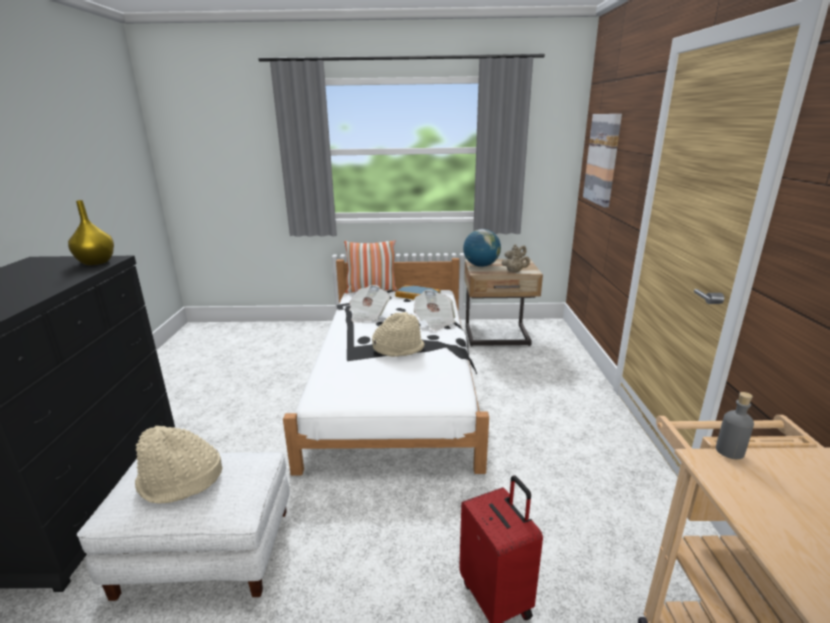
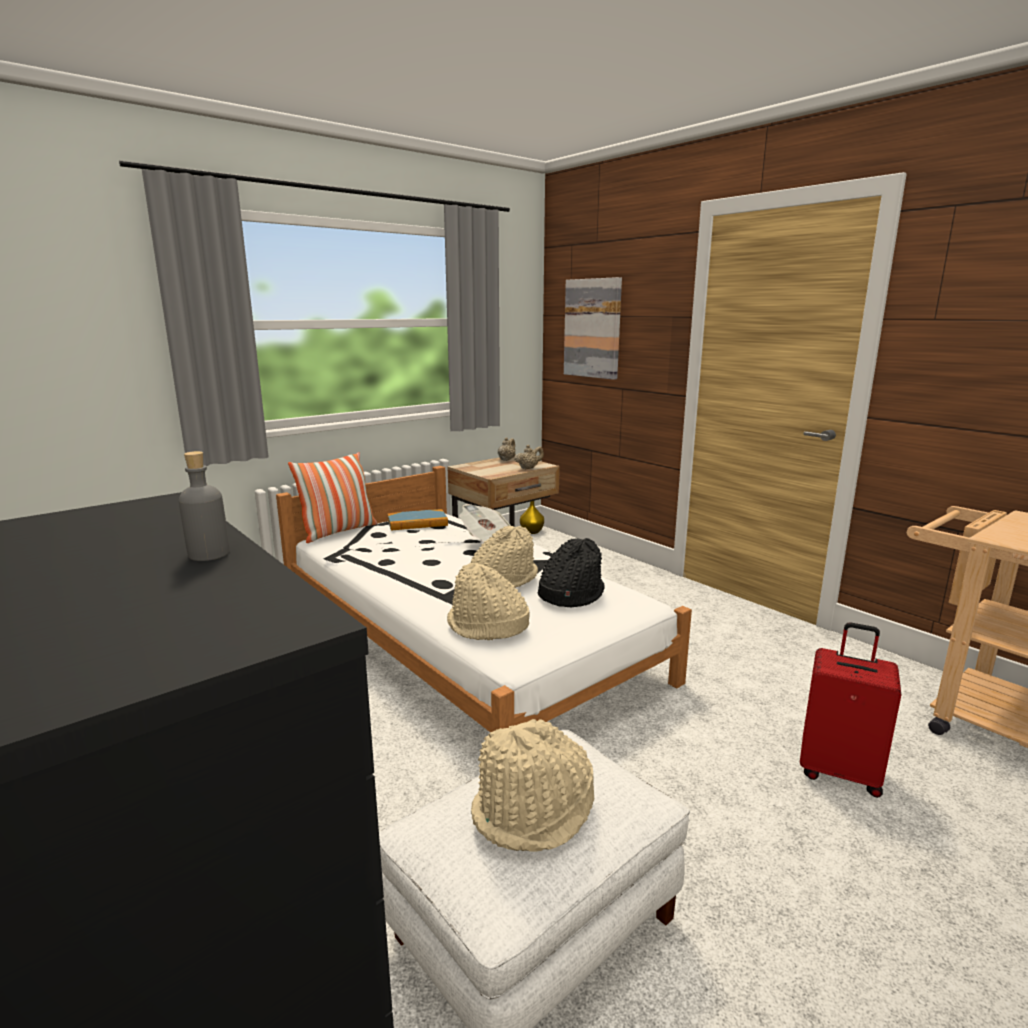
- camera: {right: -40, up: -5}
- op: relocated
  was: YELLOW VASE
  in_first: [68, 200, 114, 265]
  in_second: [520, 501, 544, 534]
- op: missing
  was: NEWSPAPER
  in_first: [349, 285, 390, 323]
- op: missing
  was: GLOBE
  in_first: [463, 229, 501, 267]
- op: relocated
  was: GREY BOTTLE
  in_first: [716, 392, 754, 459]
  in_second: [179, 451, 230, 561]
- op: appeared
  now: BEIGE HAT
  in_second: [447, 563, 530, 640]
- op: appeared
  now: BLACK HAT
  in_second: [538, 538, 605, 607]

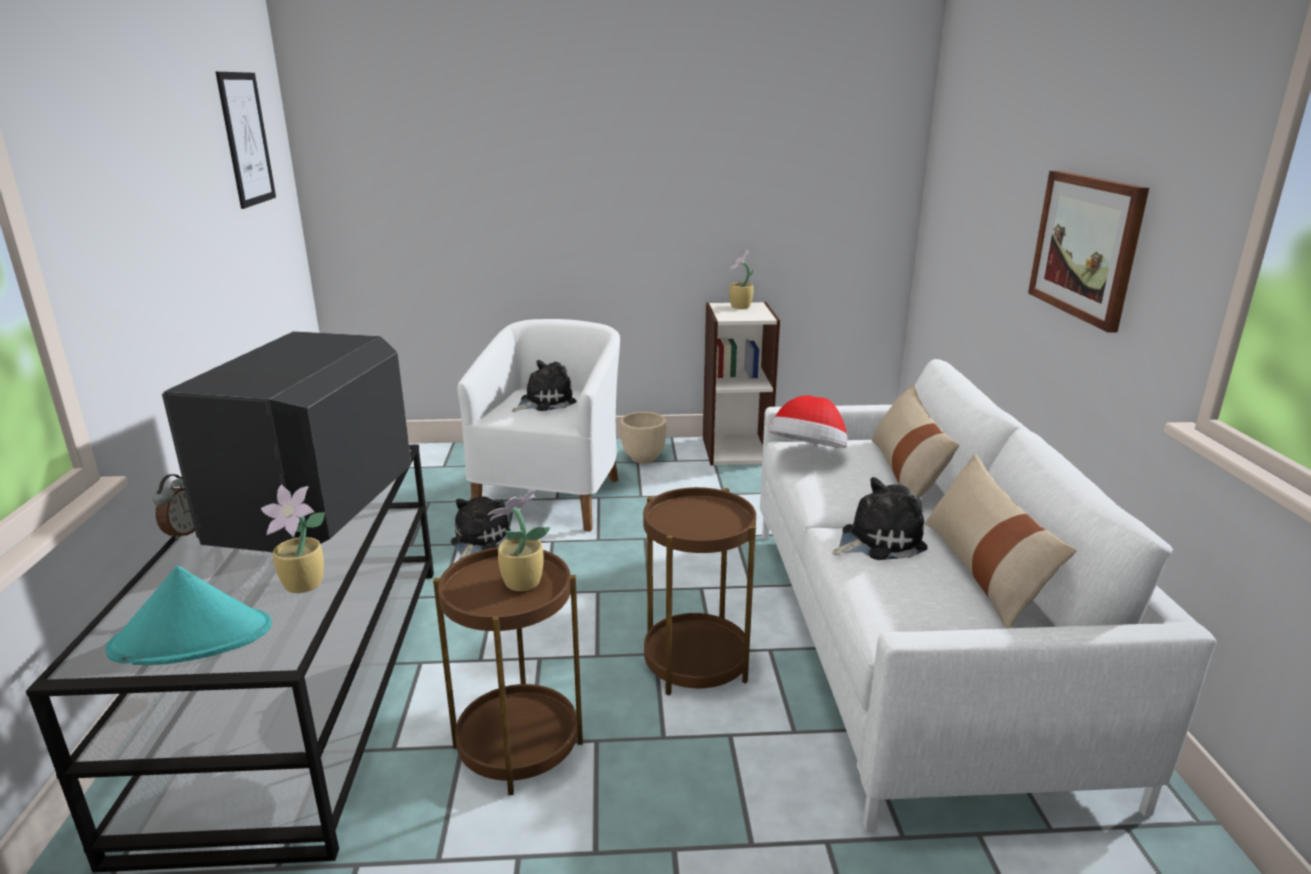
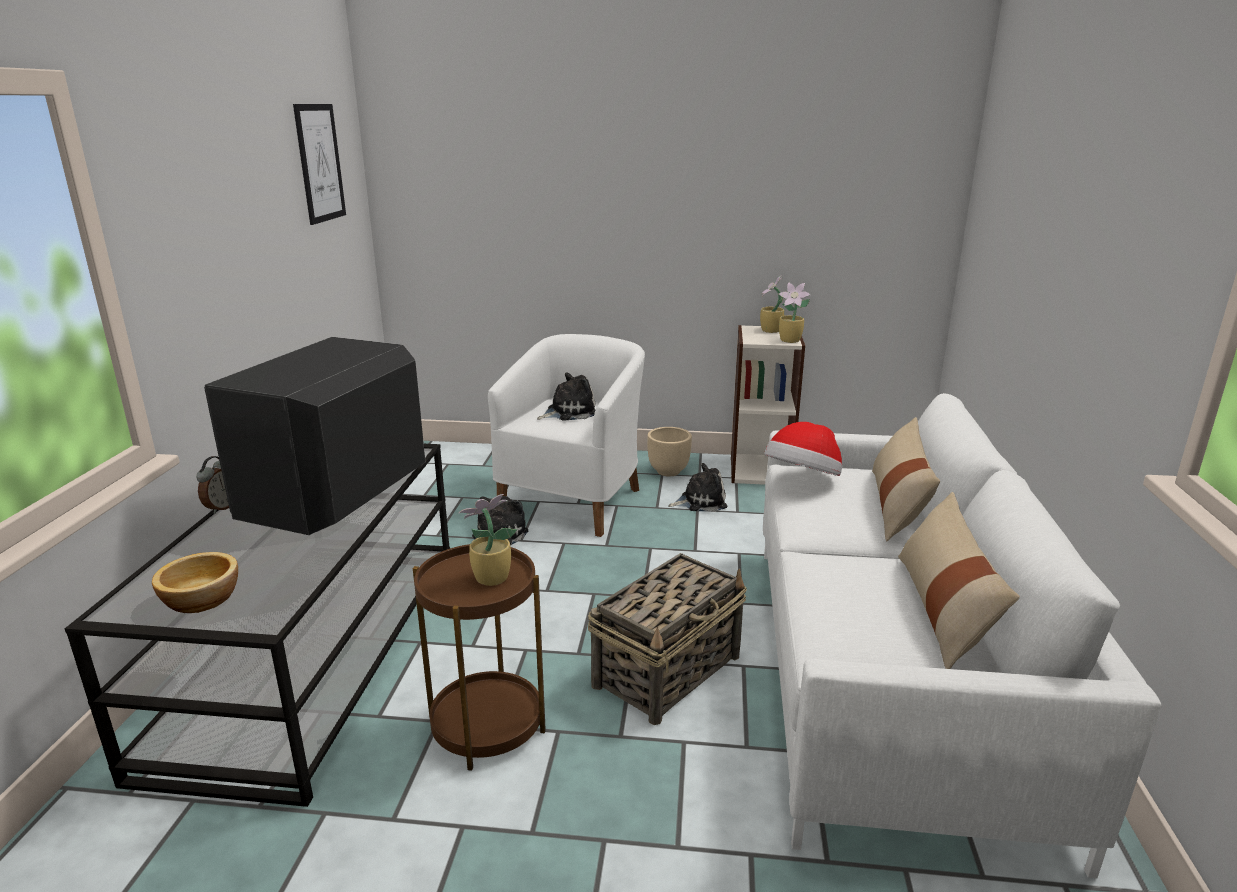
- camera: {right: 10, up: 0}
- op: exchanged
  was: TURQUOISE HAT
  now: BOWL
  in_first: [105, 566, 272, 665]
  in_second: [152, 552, 238, 613]
- op: relocated
  was: POTTED PLANT
  in_first: [261, 484, 325, 593]
  in_second: [779, 283, 811, 343]
- op: exchanged
  was: BROWN SIDE TABLE
  now: BASKET
  in_first: [643, 487, 756, 696]
  in_second: [588, 553, 747, 725]
- op: relocated
  was: PLUSH TOY
  in_first: [832, 477, 928, 560]
  in_second: [668, 463, 727, 512]
- op: missing
  was: PICTURE
  in_first: [1028, 171, 1149, 333]

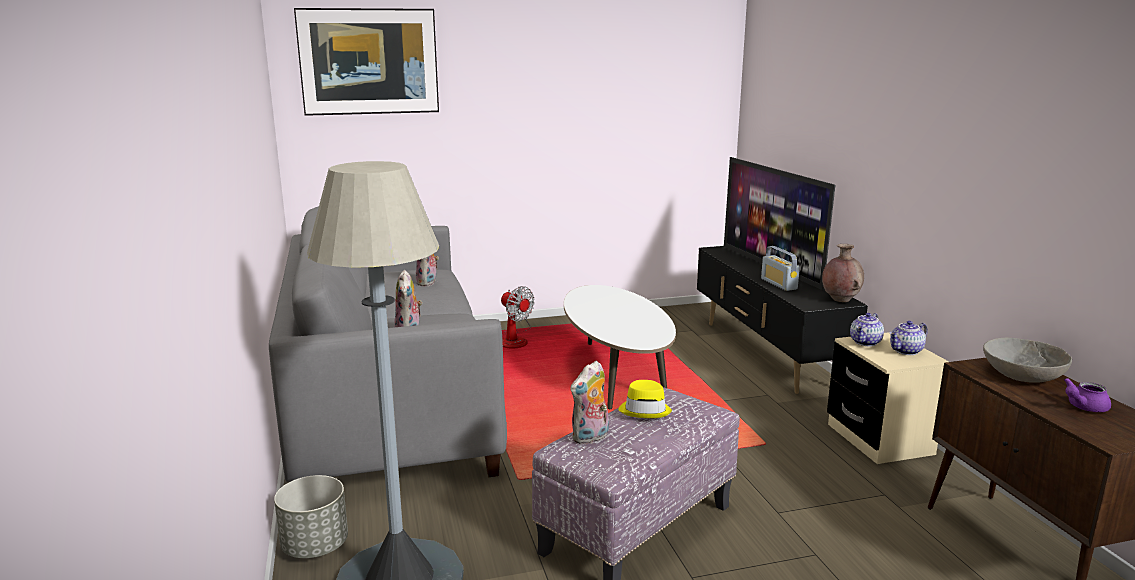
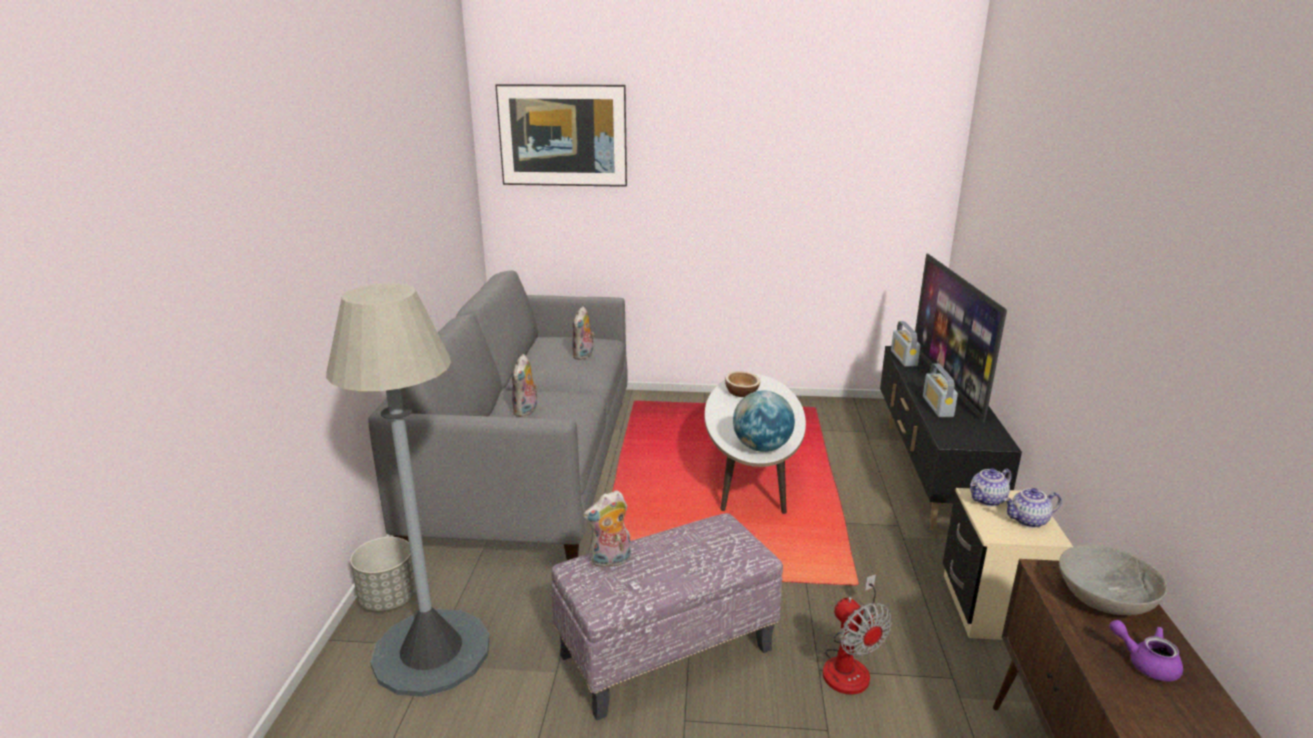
- camera: {right: 20, up: 5}
- op: relocated
  was: FAN
  in_first: [501, 286, 534, 349]
  in_second: [823, 574, 892, 695]
- op: missing
  was: YELLOW HAT
  in_first: [618, 380, 672, 418]
- op: missing
  was: BROWN VASE
  in_first: [822, 244, 864, 302]
- op: spun
  was: PURPLE TEAPOT
  in_first: [1064, 378, 1111, 412]
  in_second: [1109, 620, 1183, 682]
  clockwise: 45
- op: appeared
  now: BOWL
  in_second: [725, 371, 760, 397]
- op: appeared
  now: GLOBE
  in_second: [733, 390, 795, 452]
- op: appeared
  now: RADIO
  in_second: [891, 321, 921, 367]

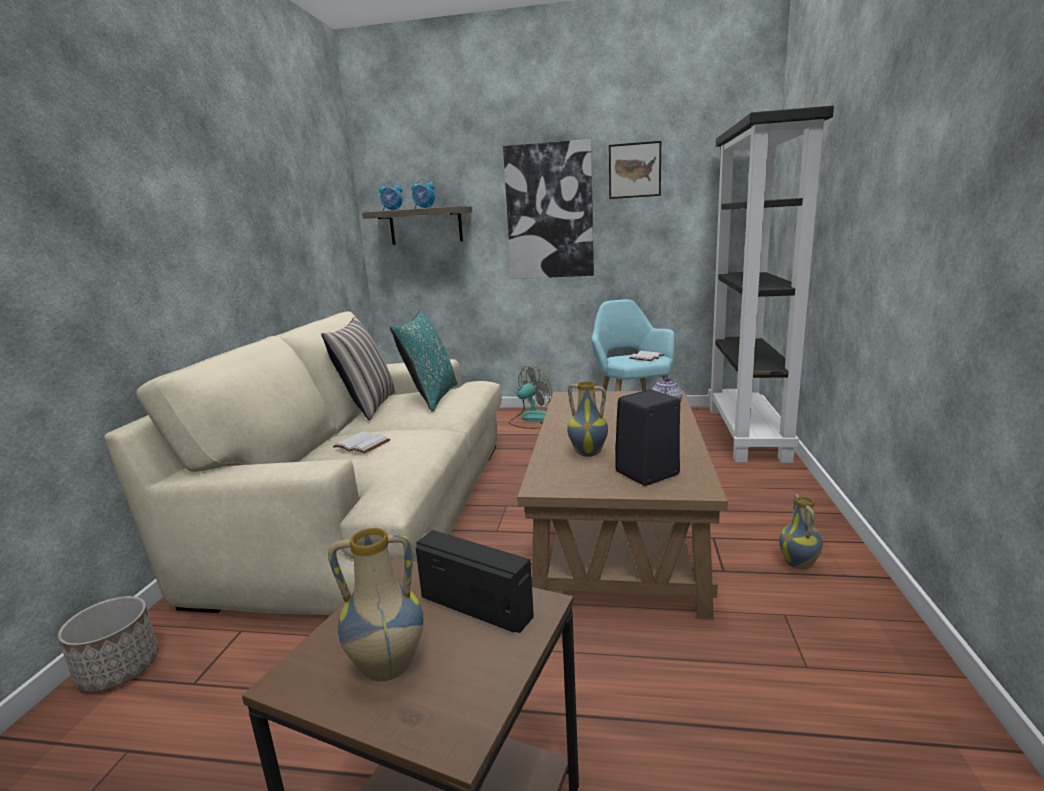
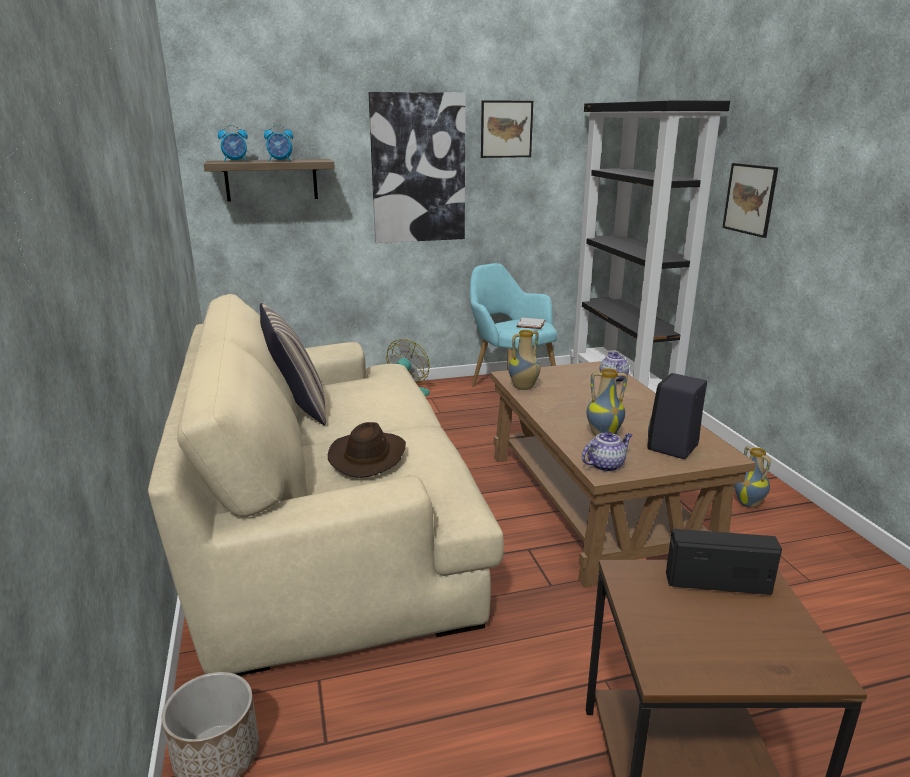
- camera: {right: -25, up: 5}
- op: relocated
  was: VASE
  in_first: [328, 528, 423, 682]
  in_second: [508, 330, 541, 390]
- op: exchanged
  was: WHITE BOOK
  now: BROWN HAT
  in_first: [333, 432, 390, 453]
  in_second: [328, 422, 406, 478]
- op: missing
  was: TURQUOISE PILLOW
  in_first: [390, 309, 458, 412]
- op: appeared
  now: TEAPOT
  in_second: [582, 431, 632, 472]
- op: appeared
  now: PICTURE
  in_second: [722, 163, 778, 238]

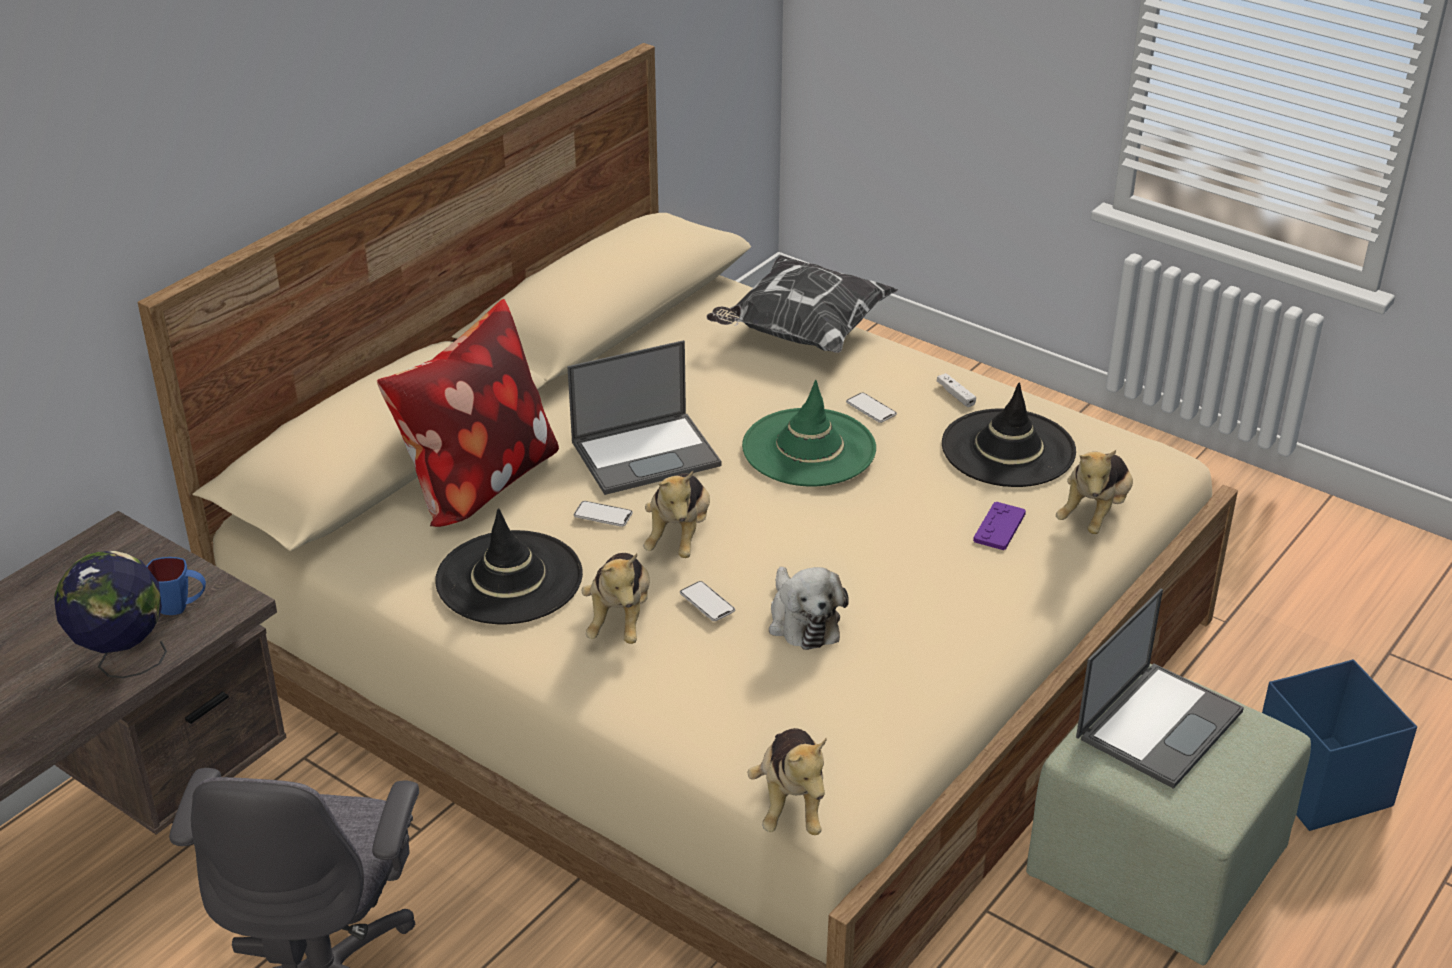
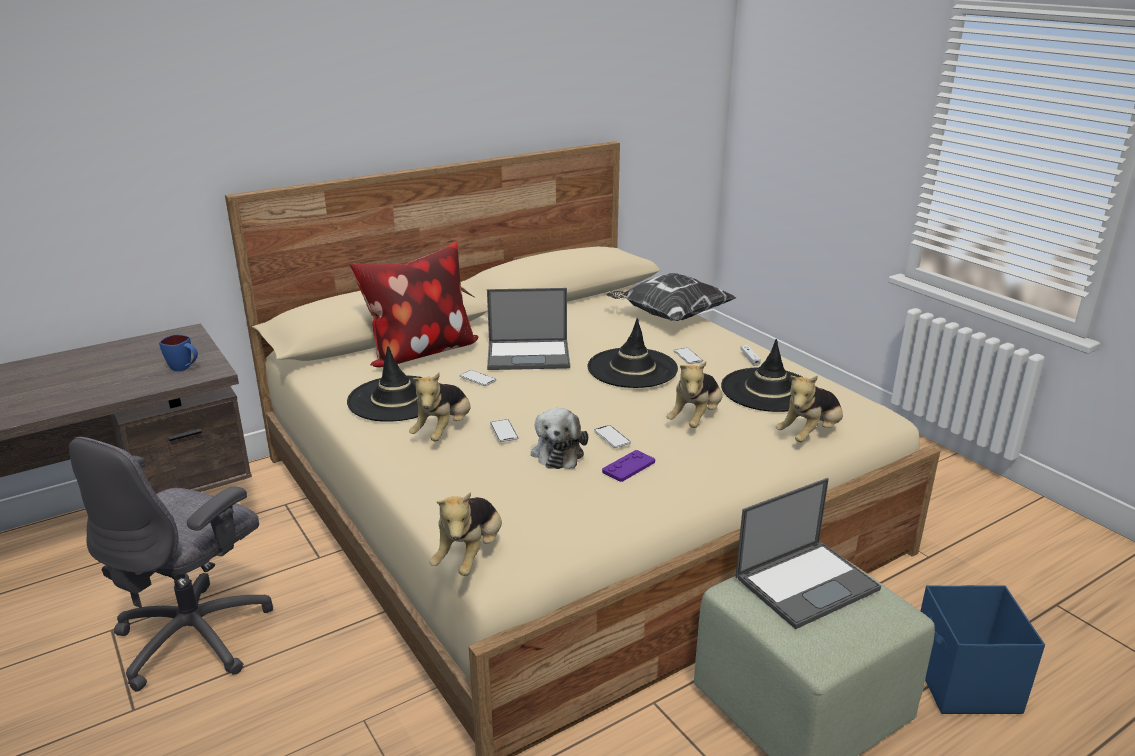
- camera: {right: 20, up: -10}
- op: missing
  was: GLOBE
  in_first: [54, 551, 167, 678]
- op: relocated
  was: PLUSH TOY
  in_first: [643, 471, 710, 558]
  in_second: [667, 362, 723, 428]
- op: colour
  was: GREEN HAT
  now: BLACK HAT
  in_first: [742, 380, 876, 486]
  in_second: [588, 318, 678, 388]
- op: relocated
  was: PURPLE GAME CONTROLLER
  in_first: [973, 502, 1026, 550]
  in_second: [602, 450, 655, 482]
- op: appeared
  now: PHONE
  in_second: [594, 425, 631, 448]

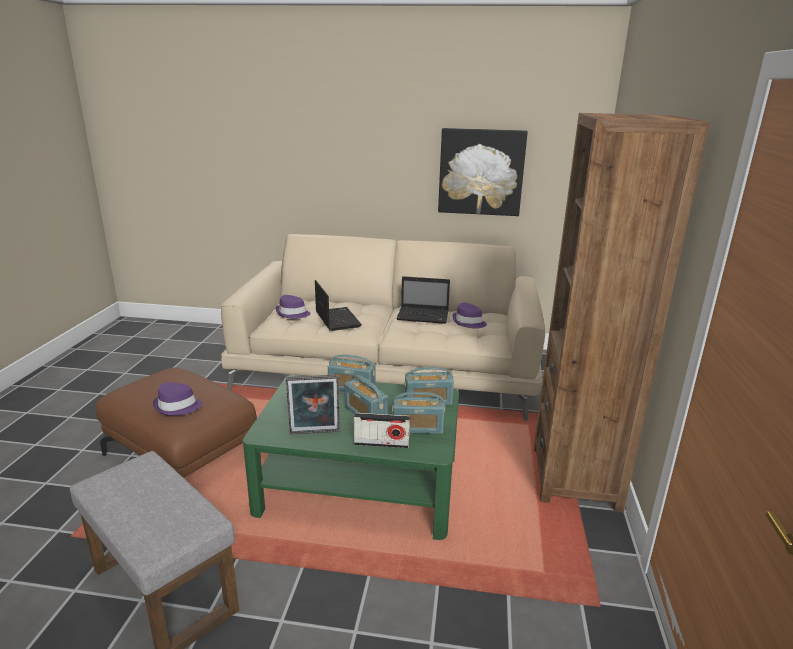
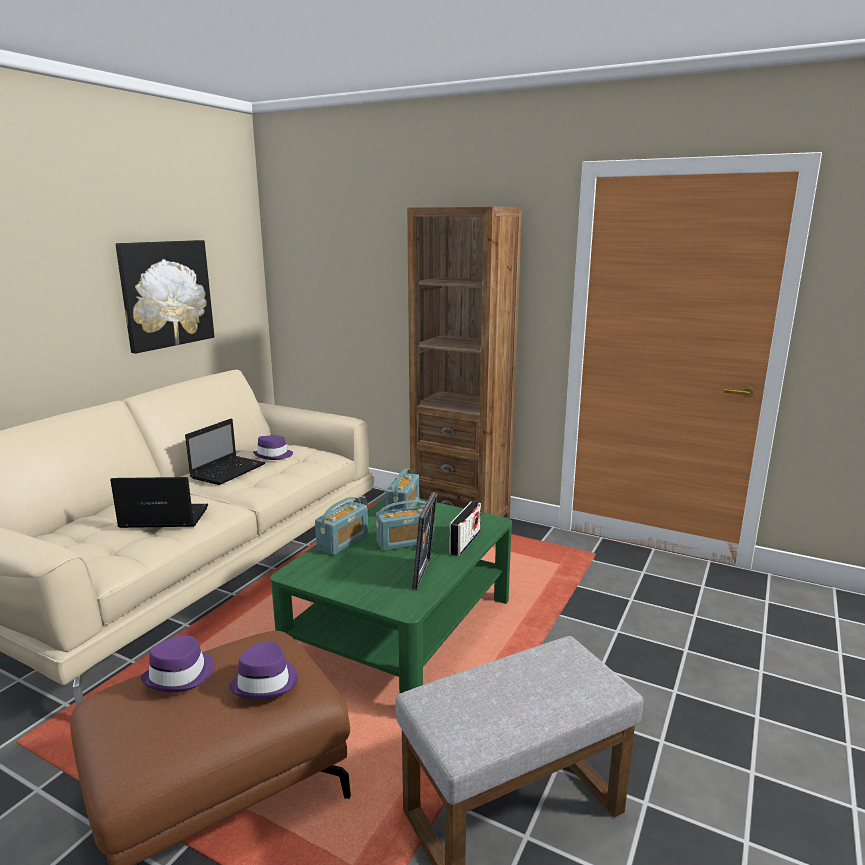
- camera: {right: -70, up: -5}
- op: relocated
  was: PURPLE HAT
  in_first: [276, 295, 311, 319]
  in_second: [141, 635, 214, 693]
- op: missing
  was: RADIO
  in_first: [392, 392, 445, 434]

